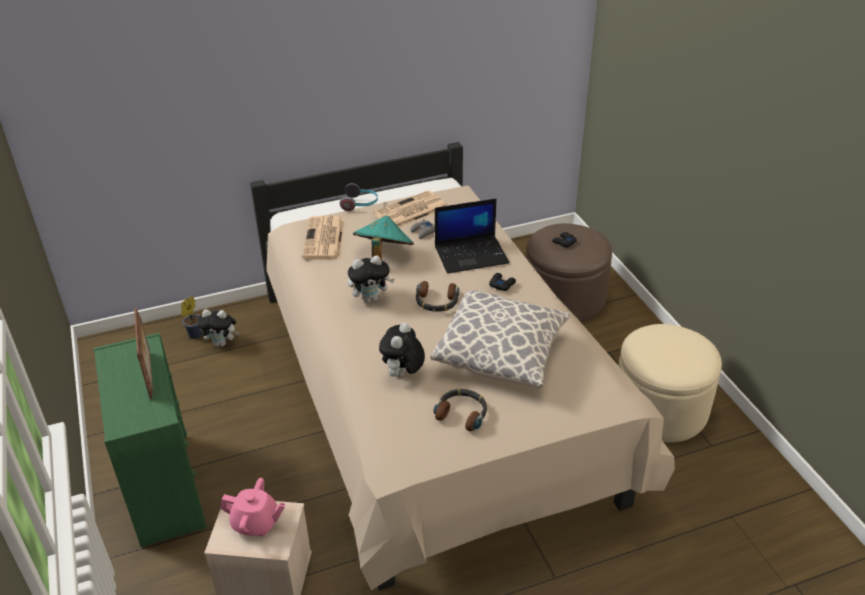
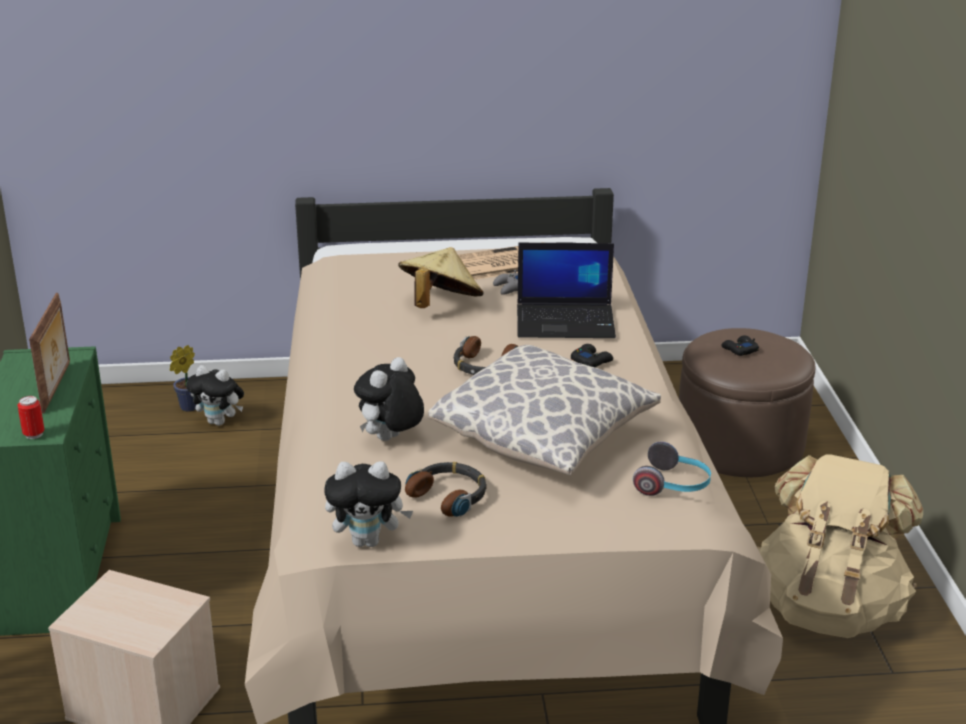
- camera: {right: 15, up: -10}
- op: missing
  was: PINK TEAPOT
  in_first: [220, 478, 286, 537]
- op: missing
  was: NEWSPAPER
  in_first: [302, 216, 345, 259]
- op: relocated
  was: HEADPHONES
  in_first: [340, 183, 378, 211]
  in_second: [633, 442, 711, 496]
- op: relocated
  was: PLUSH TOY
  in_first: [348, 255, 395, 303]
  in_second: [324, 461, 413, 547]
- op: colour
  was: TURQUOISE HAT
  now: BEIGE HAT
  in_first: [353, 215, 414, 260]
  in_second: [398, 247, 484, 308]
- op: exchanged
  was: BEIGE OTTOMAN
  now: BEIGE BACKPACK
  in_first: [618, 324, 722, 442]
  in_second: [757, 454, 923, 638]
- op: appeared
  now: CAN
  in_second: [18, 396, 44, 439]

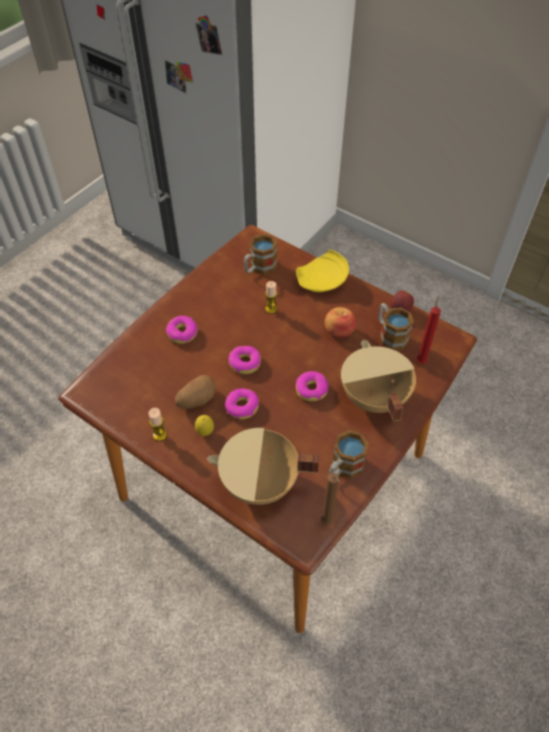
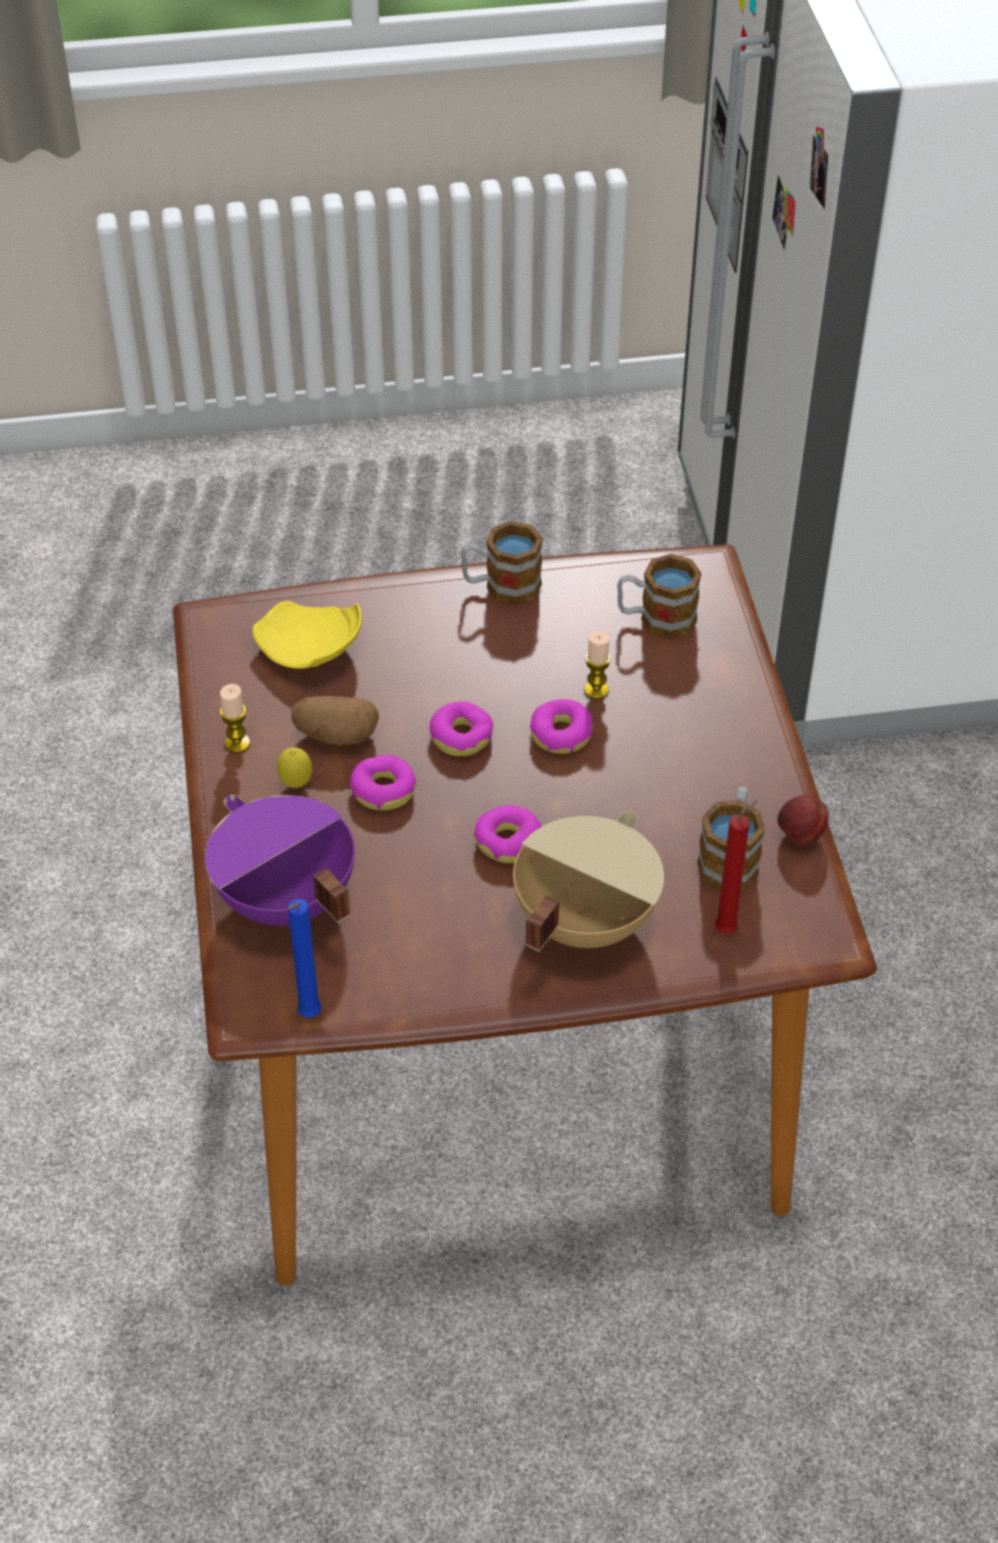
- camera: {right: 45, up: -5}
- op: relocated
  was: DONUT
  in_first: [166, 316, 198, 344]
  in_second: [530, 699, 593, 754]
- op: colour
  was: BEIGE COOKING POT
  now: PURPLE COOKING POT
  in_first: [207, 428, 319, 505]
  in_second: [205, 795, 355, 926]
- op: relocated
  was: YELLOW PLATE
  in_first: [296, 249, 349, 292]
  in_second: [252, 601, 362, 669]
- op: colour
  was: BROWN CANDLE
  now: BLUE CANDLE
  in_first: [321, 473, 340, 525]
  in_second: [287, 899, 322, 1018]
- op: missing
  was: APPLE
  in_first: [325, 307, 356, 338]
- op: relocated
  was: MUG
  in_first: [329, 430, 369, 478]
  in_second: [461, 521, 543, 605]

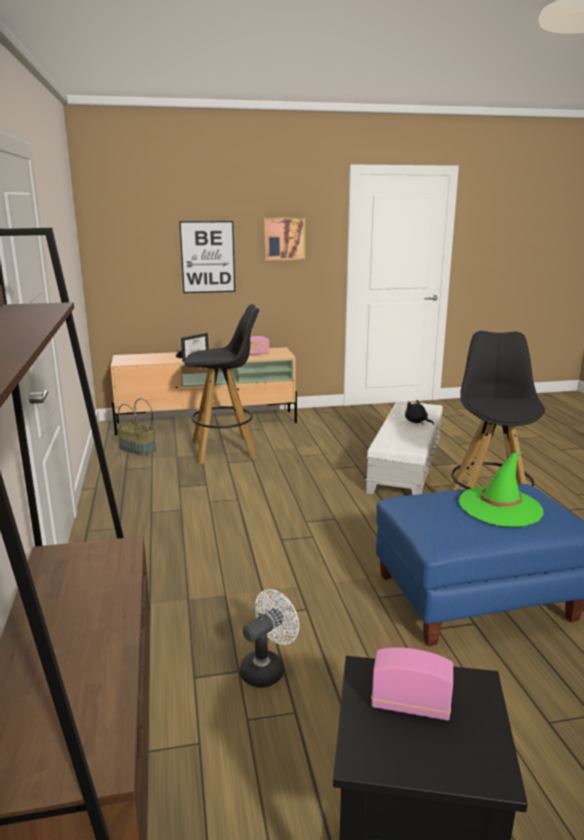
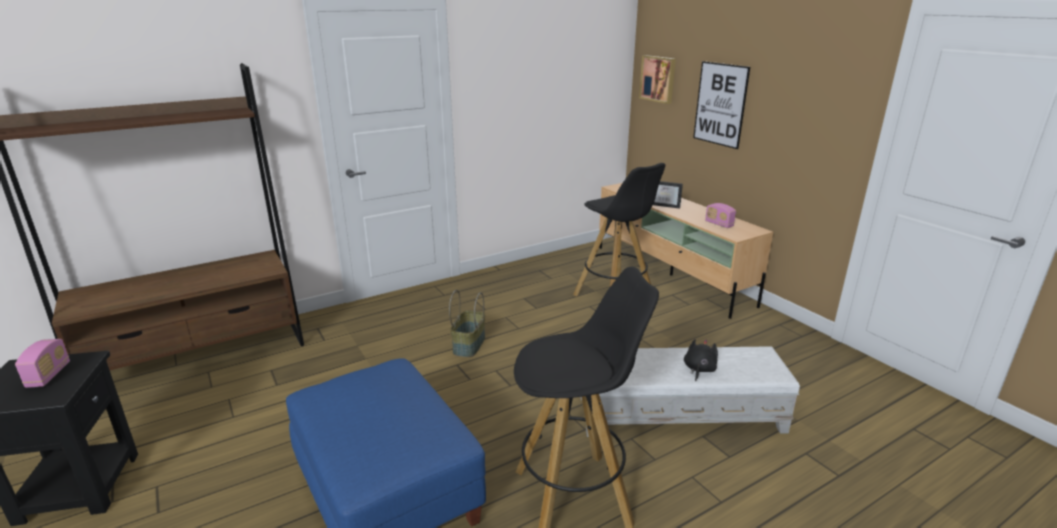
- camera: {right: 70, up: 5}
- op: relocated
  was: BASKET
  in_first: [117, 398, 156, 456]
  in_second: [449, 290, 485, 357]
- op: missing
  was: WHITE FAN
  in_first: [240, 589, 299, 688]
- op: relocated
  was: PICTURE
  in_first: [264, 217, 305, 260]
  in_second: [639, 55, 676, 104]
- op: missing
  was: GREEN HAT
  in_first: [459, 452, 544, 527]

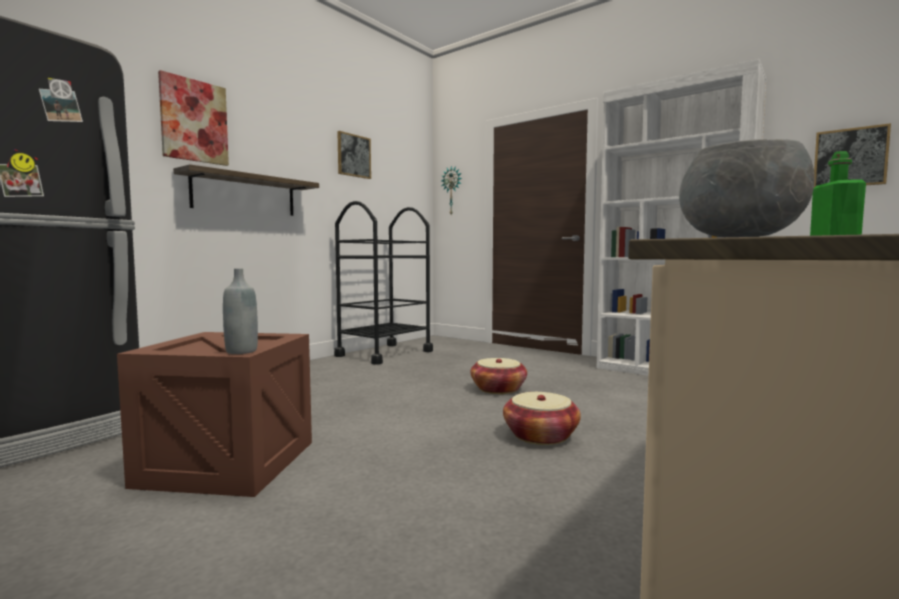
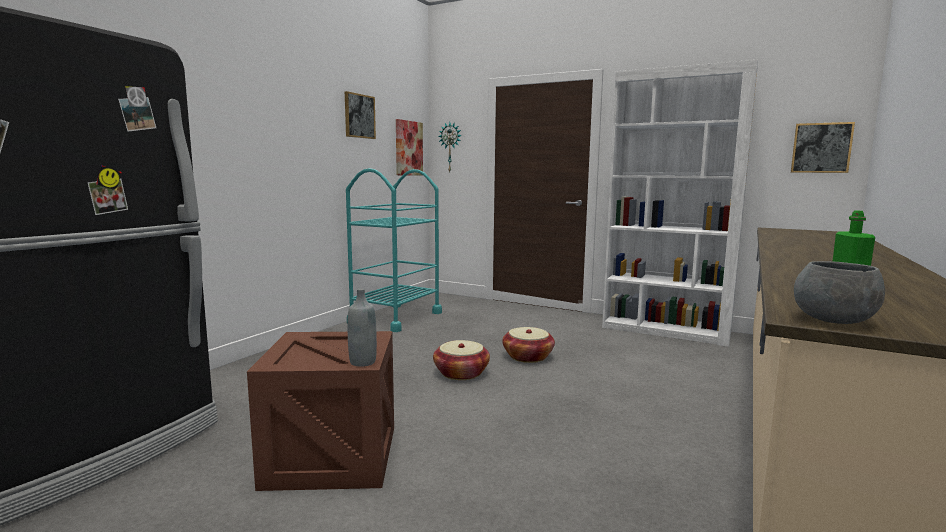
- camera: {right: -10, up: 5}
- op: relocated
  was: PICTURE
  in_first: [158, 70, 229, 166]
  in_second: [396, 119, 423, 175]
- op: missing
  was: SHELF
  in_first: [173, 164, 319, 216]
- op: colour
  was: BLACK CART
  now: TURQUOISE CART
  in_first: [334, 201, 433, 365]
  in_second: [346, 168, 442, 332]
- op: relocated
  was: BASKET
  in_first: [503, 392, 581, 445]
  in_second: [433, 340, 490, 380]

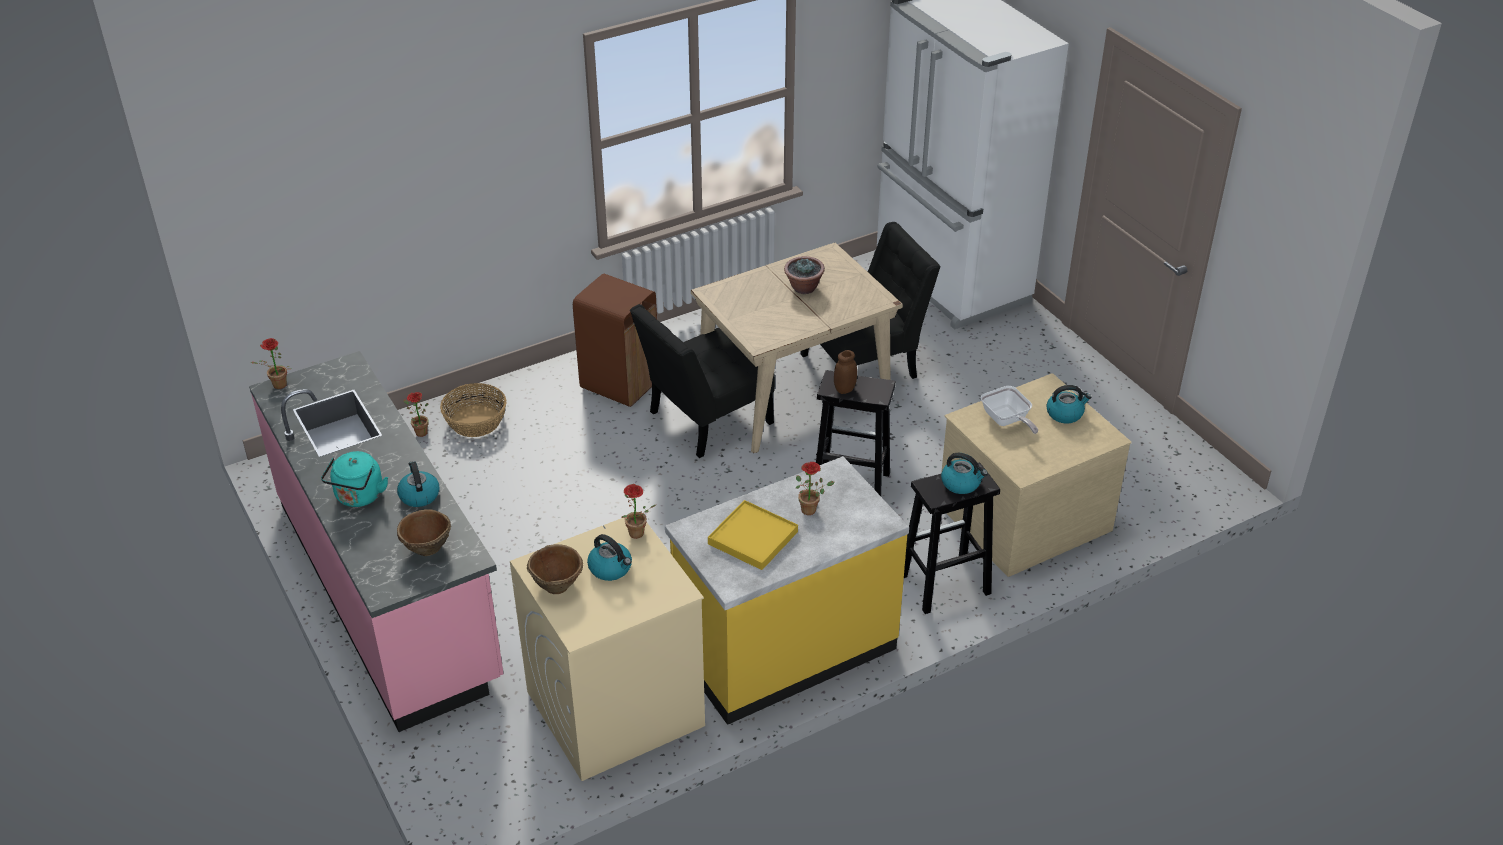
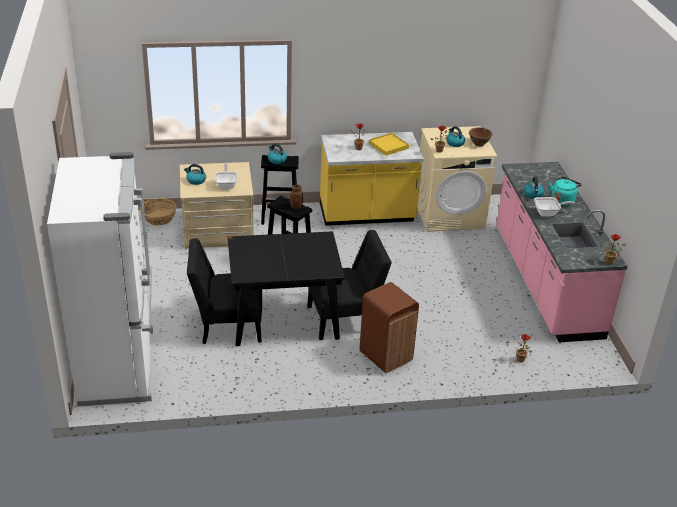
- camera: {right: -160, up: -5}
- op: missing
  was: BROWN BOWL
  in_first: [397, 509, 451, 556]
- op: relocated
  was: BASKET
  in_first: [440, 383, 507, 437]
  in_second: [140, 198, 177, 225]
- op: colour
  was: BEIGE DINING TABLE
  now: BLACK DINING TABLE
  in_first: [691, 243, 903, 453]
  in_second: [228, 231, 345, 346]
- op: missing
  was: POTTED PLANT
  in_first: [784, 256, 825, 294]
- op: appeared
  now: FRYING PAN
  in_second: [534, 197, 575, 216]

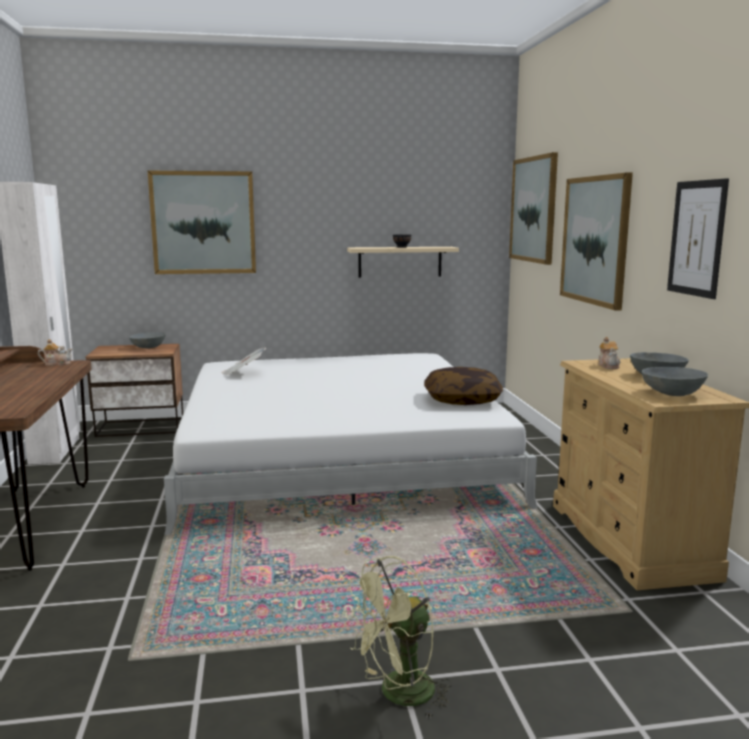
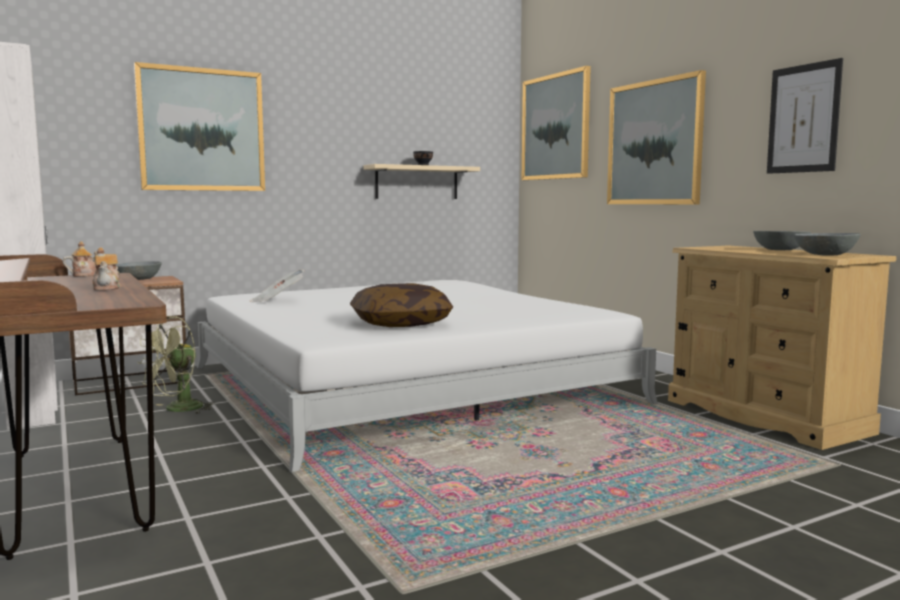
- camera: {right: -20, up: -5}
- op: relocated
  was: GREEN FAN
  in_first: [345, 556, 452, 719]
  in_second: [138, 316, 215, 414]
- op: relocated
  was: PILLOW
  in_first: [424, 367, 503, 405]
  in_second: [350, 283, 453, 327]
- op: relocated
  was: TEAPOT
  in_first: [599, 337, 621, 369]
  in_second: [93, 248, 122, 291]

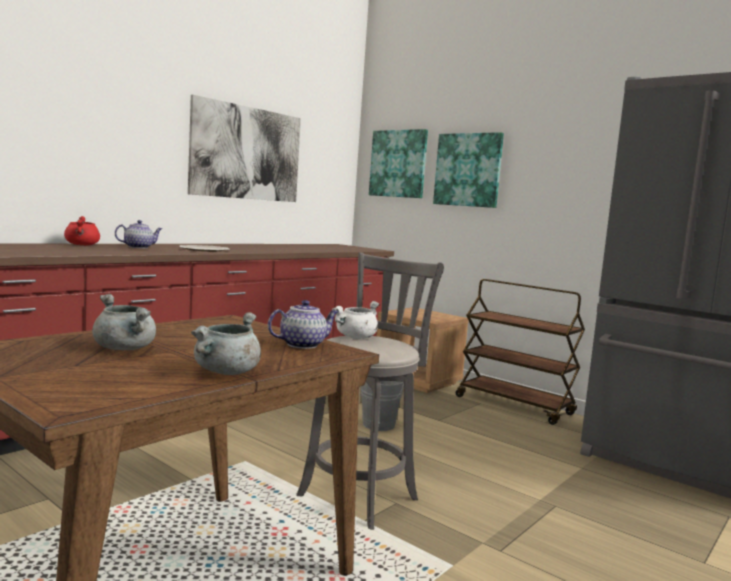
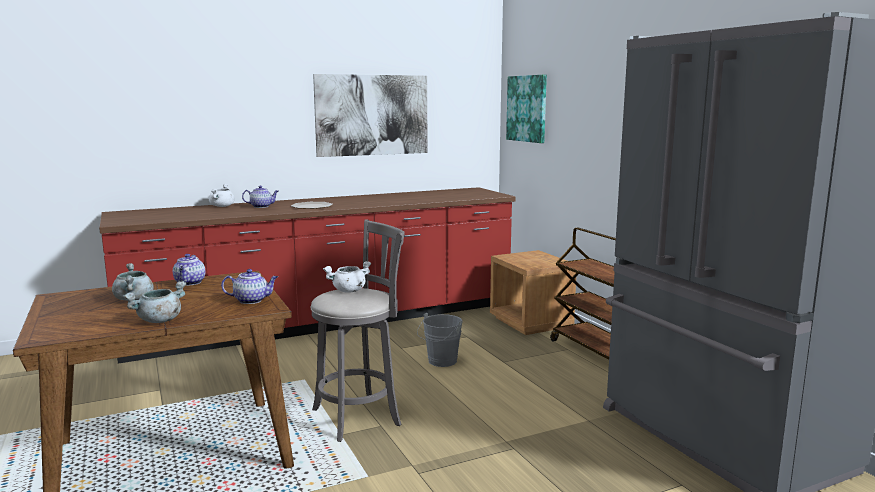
- camera: {right: 25, up: 5}
- op: colour
  was: RED COOKING POT
  now: WHITE COOKING POT
  in_first: [64, 216, 100, 246]
  in_second: [209, 184, 235, 207]
- op: missing
  was: PICTURE
  in_first: [433, 132, 504, 208]
- op: appeared
  now: TEAPOT
  in_second: [173, 254, 206, 286]

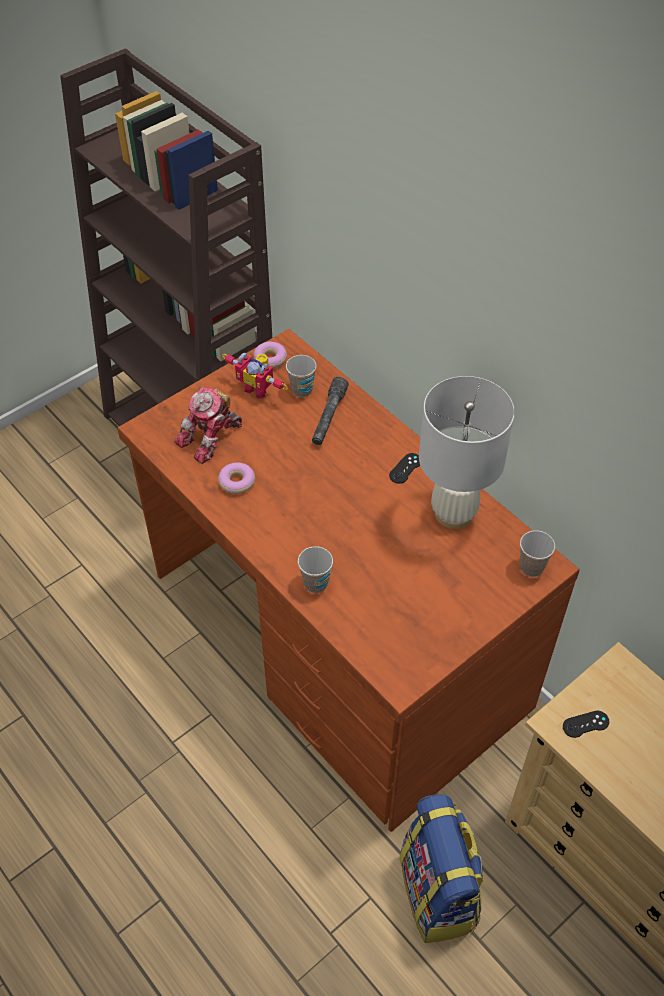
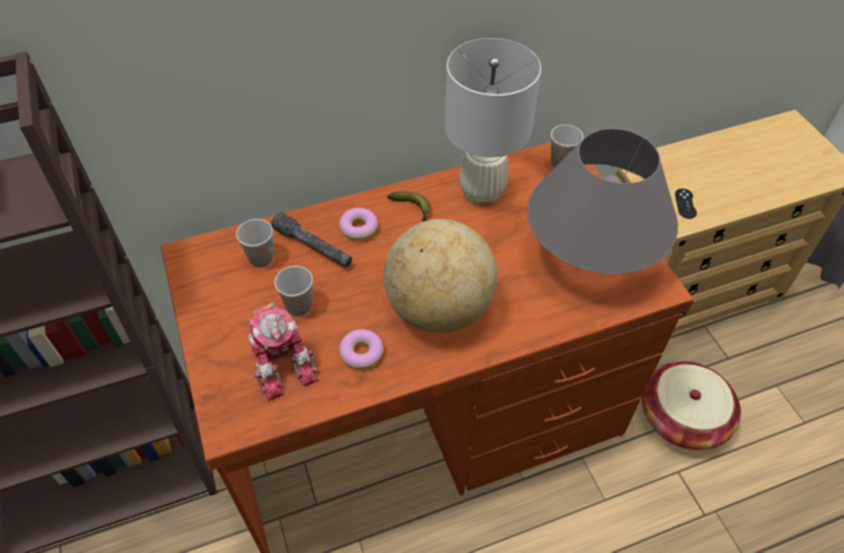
- camera: {right: -70, up: 0}
- op: missing
  was: TOY ROBOT
  in_first: [222, 353, 287, 399]
- op: relocated
  was: DONUT
  in_first: [253, 342, 287, 369]
  in_second: [339, 208, 378, 240]
- op: relocated
  was: CUP
  in_first: [298, 546, 333, 593]
  in_second: [274, 266, 313, 316]
- op: exchanged
  was: BLACK GAME CONTROLLER
  now: BANANA
  in_first: [389, 453, 420, 484]
  in_second: [387, 191, 431, 221]
- op: exchanged
  was: BACKPACK
  now: BASKET
  in_first: [400, 794, 484, 943]
  in_second: [642, 361, 741, 450]
- op: appeared
  now: GLOBE
  in_second: [383, 219, 497, 333]
- op: appeared
  now: GREY TABLE LAMP
  in_second: [527, 128, 678, 274]

